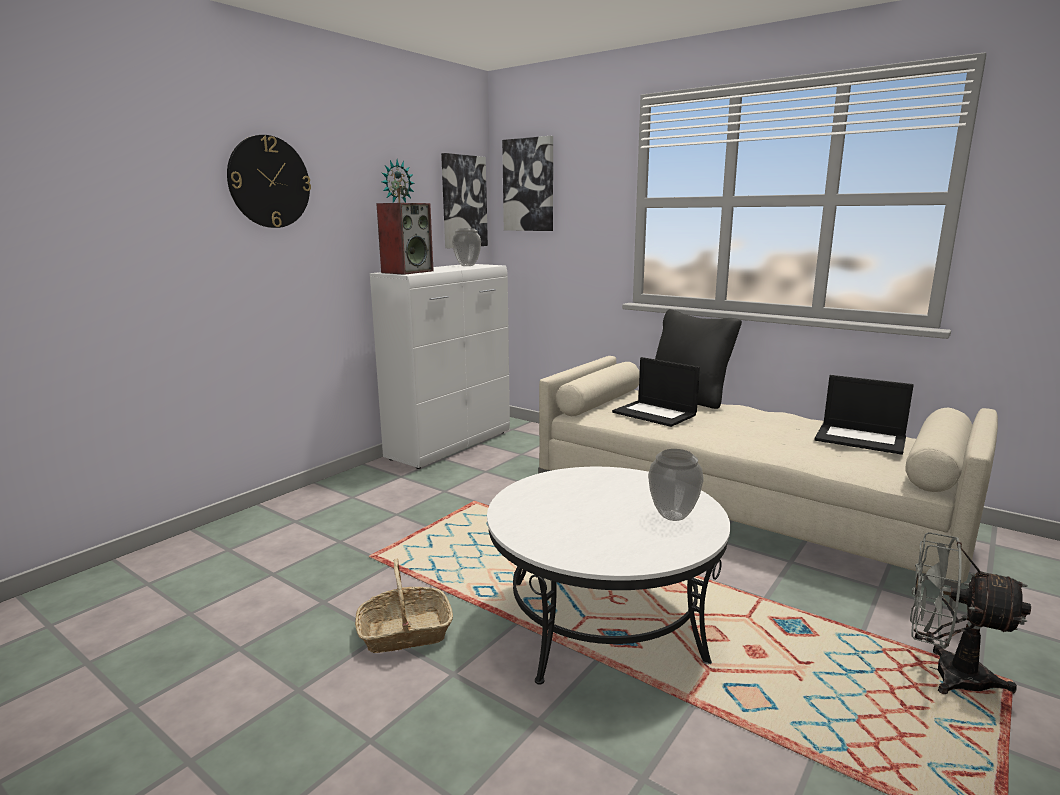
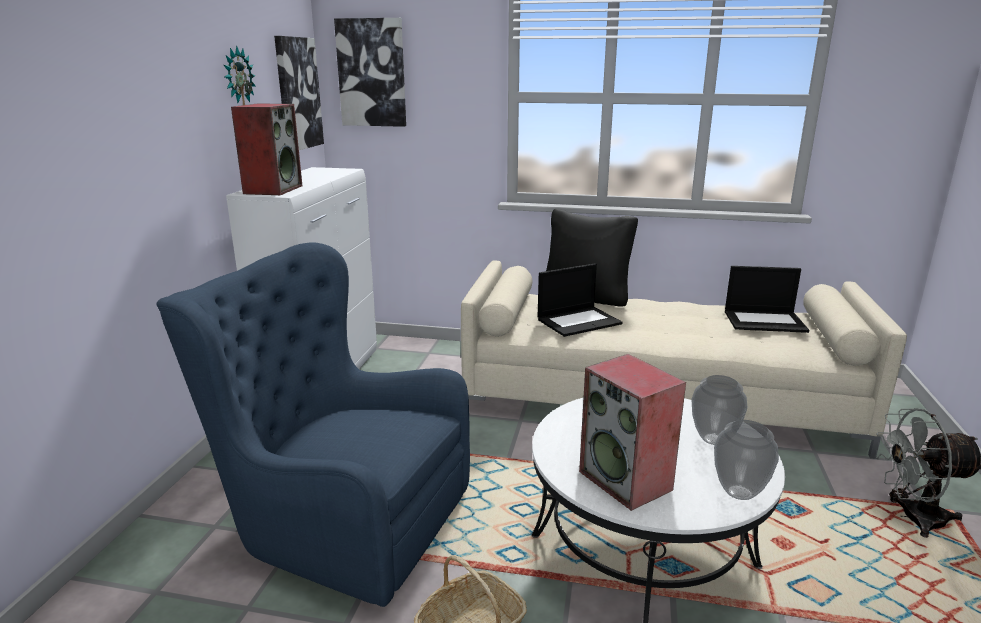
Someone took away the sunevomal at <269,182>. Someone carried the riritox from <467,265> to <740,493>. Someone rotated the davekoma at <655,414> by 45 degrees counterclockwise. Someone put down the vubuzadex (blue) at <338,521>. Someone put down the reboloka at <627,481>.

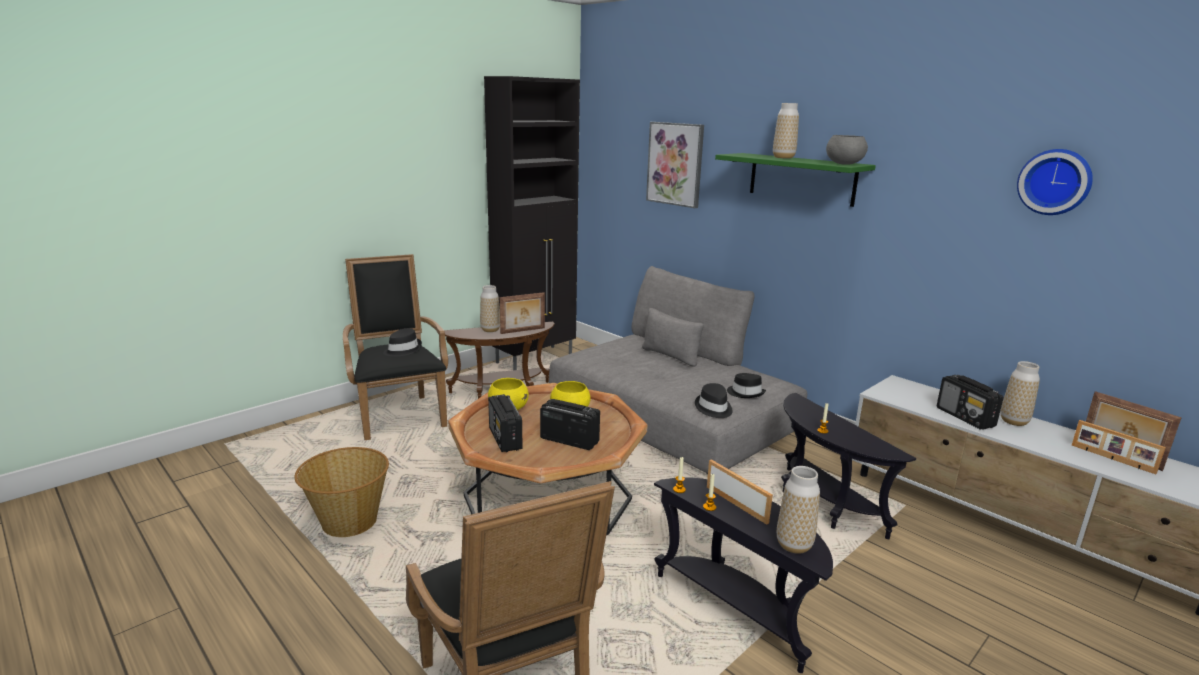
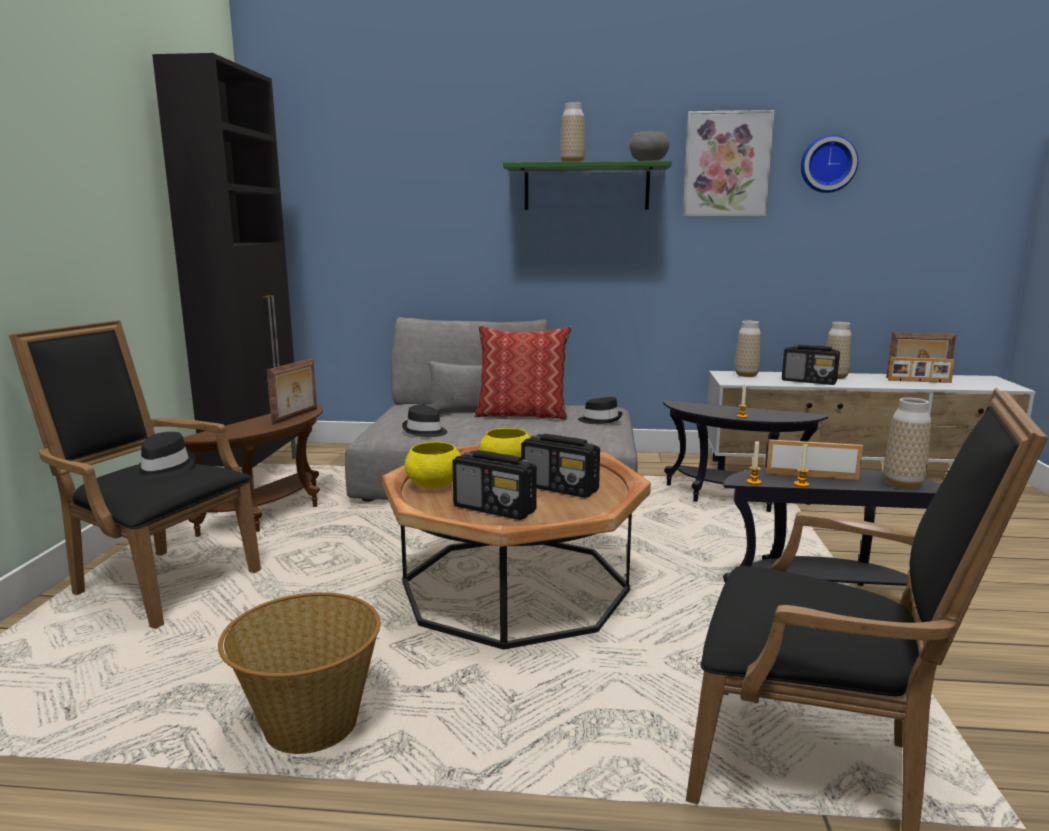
Someone carried the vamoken from <675,164> to <726,164>. Someone carried the riritox from <490,330> to <746,375>. Someone carried the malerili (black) from <713,408> to <425,431>. Someone rotated the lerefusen at <569,440> by 135 degrees counterclockwise. Someone put down the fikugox at <522,415>.

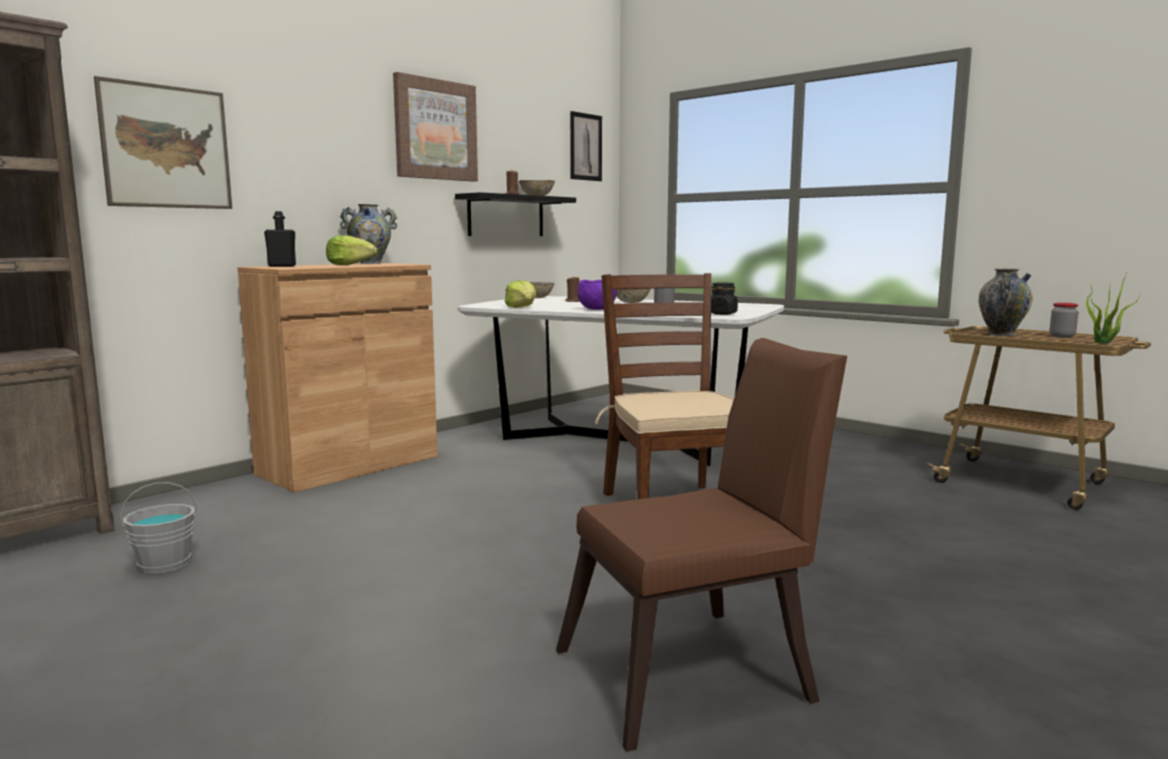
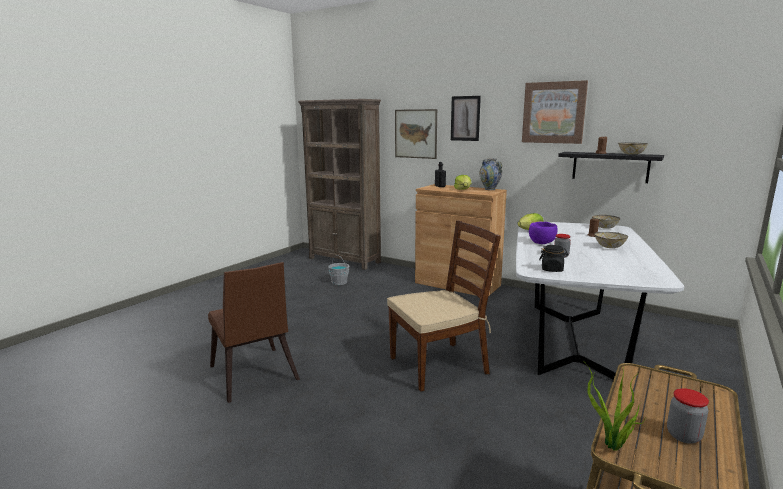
Someone carried the vamoken from <585,147> to <465,118>. Someone took away the riritox at <1001,334>.

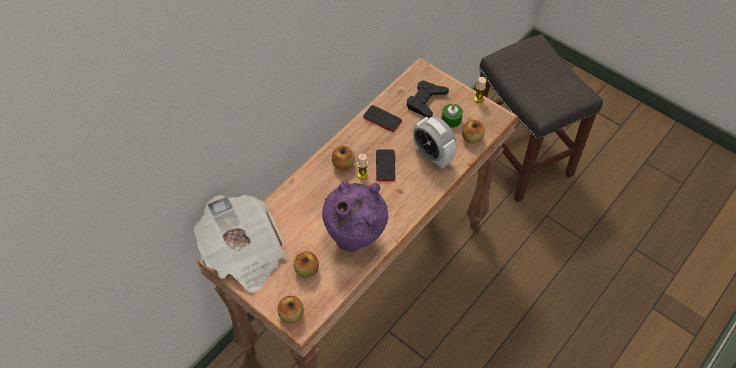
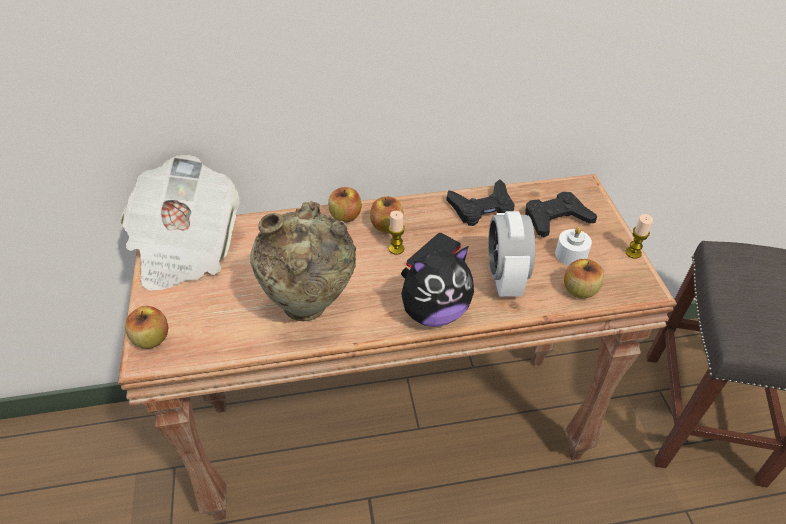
Someone repainted the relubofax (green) at <451,119>, which became the relubofax (white) at <571,255>. Someone swapped the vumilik at <382,119> for the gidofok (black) at <482,208>. Someone repainted the riritox (purple) at <355,240>, which became the riritox (beige) at <310,309>. Someone carried the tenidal from <307,270> to <345,216>. Someone put down the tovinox at <434,312>.

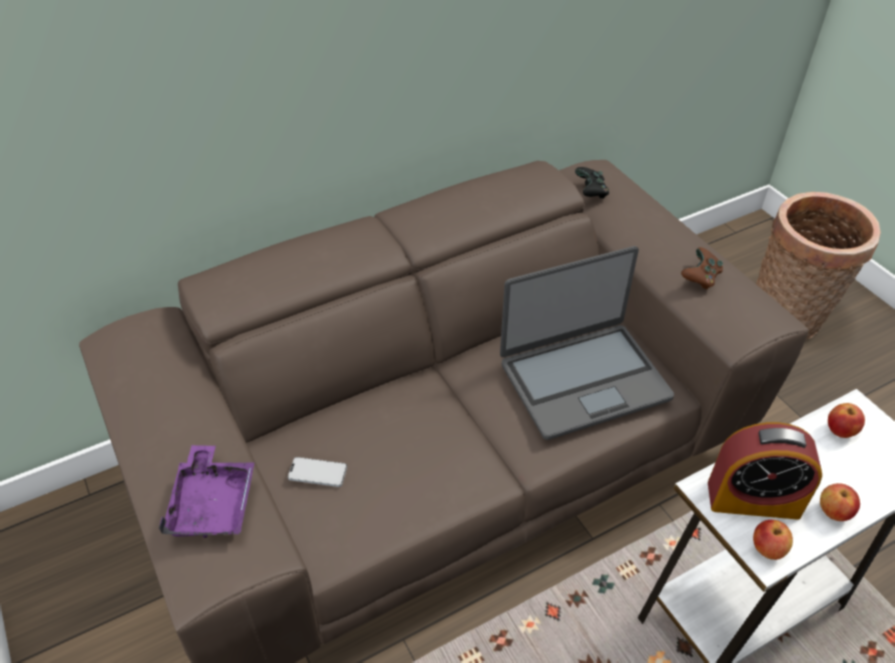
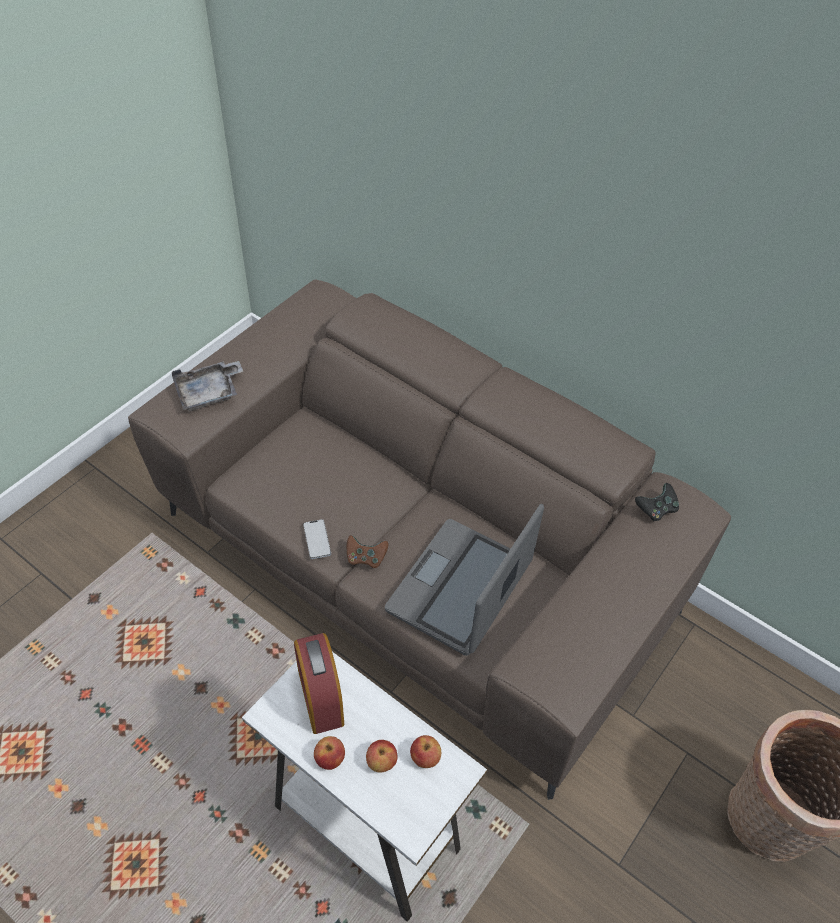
Someone rotated the davekoma at <583,379> by 75 degrees clockwise. Someone carried the gidofok (brown) from <700,278> to <365,558>. Someone repainted the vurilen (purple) at <213,503>, which became the vurilen (grey) at <209,393>. Someone carried the vumilik from <317,472> to <317,539>. Someone carried the tenidal from <767,549> to <381,762>.

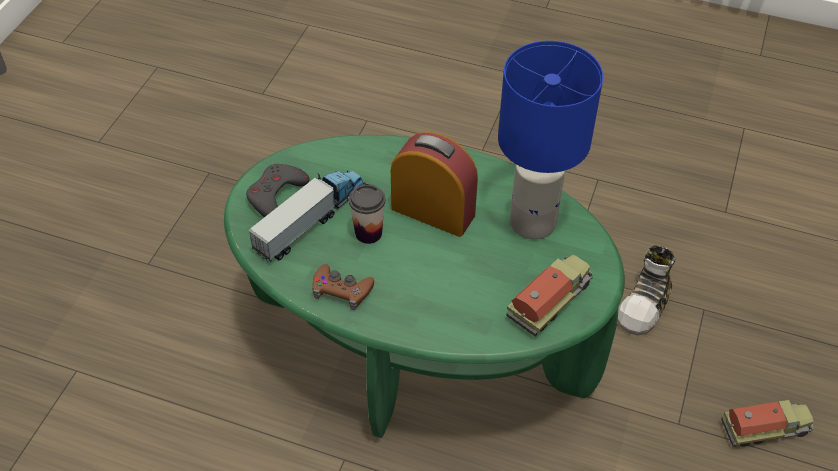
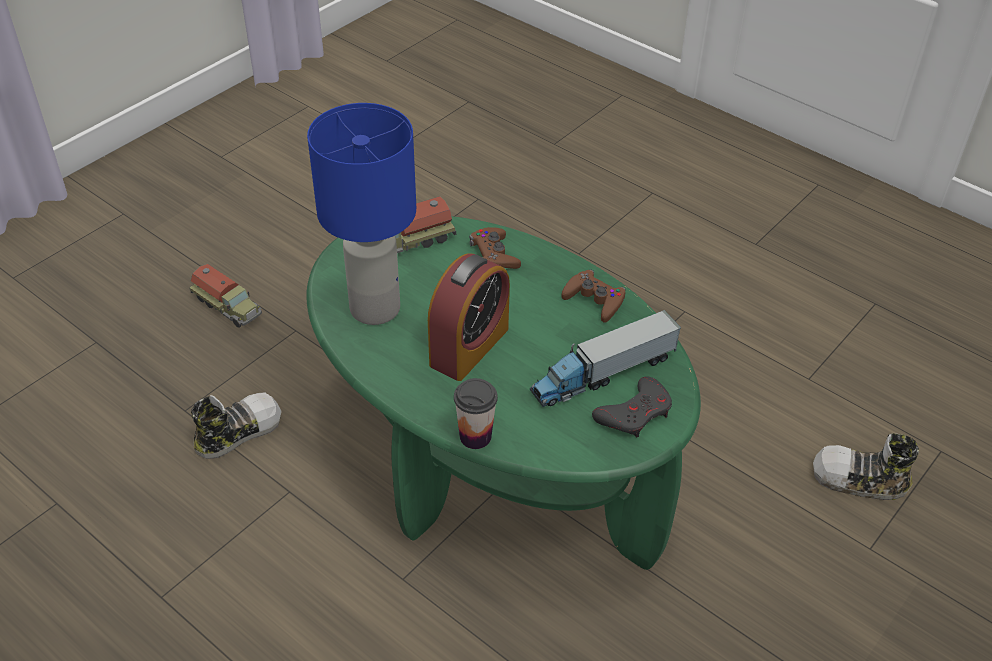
Someone rotated the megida at <433,211> by 105 degrees counterclockwise. Someone carried the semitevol from <368,233> to <475,436>. Someone rotated the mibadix at <765,429> by 150 degrees counterclockwise. Someone put down the gidofok (brown) at <494,255>. Someone put down the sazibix at <859,480>.

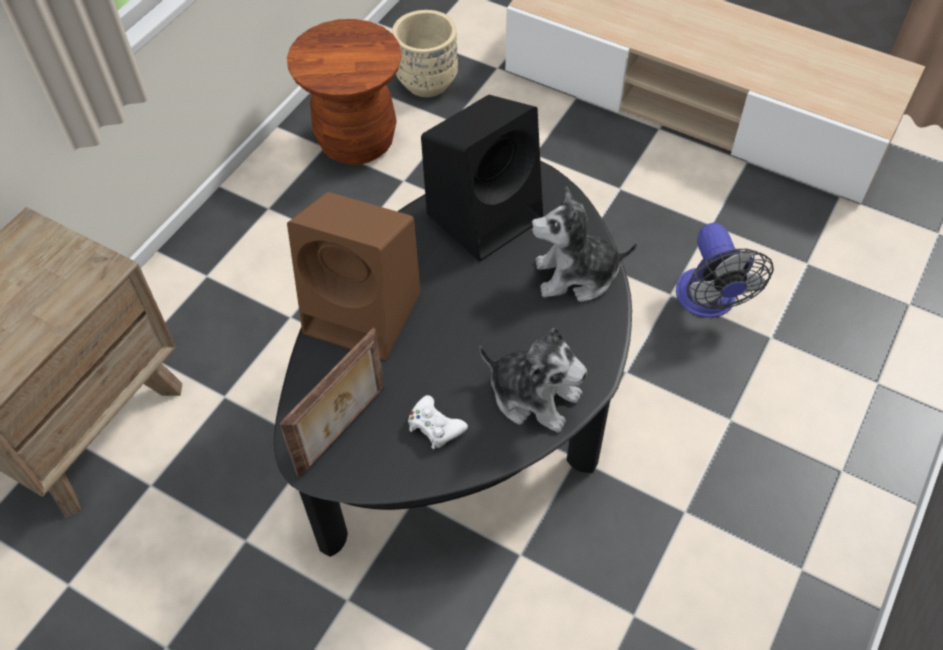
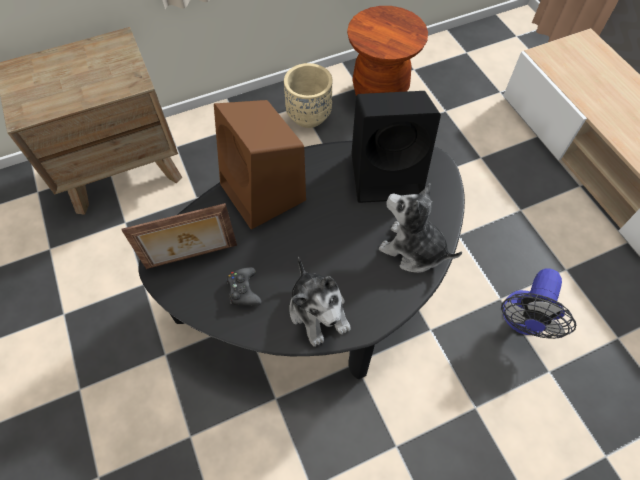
Someone carried the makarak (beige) from <427,82> to <309,116>. Someone repainted the gidofok (white) at <435,427>, which became the gidofok (black) at <243,290>.

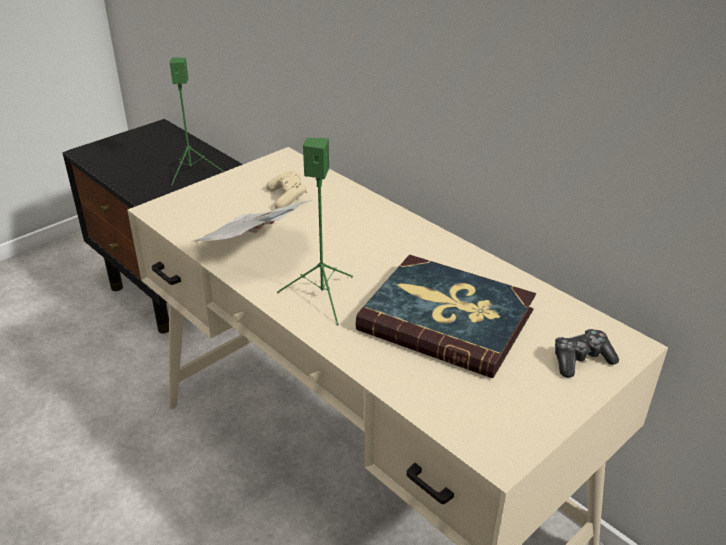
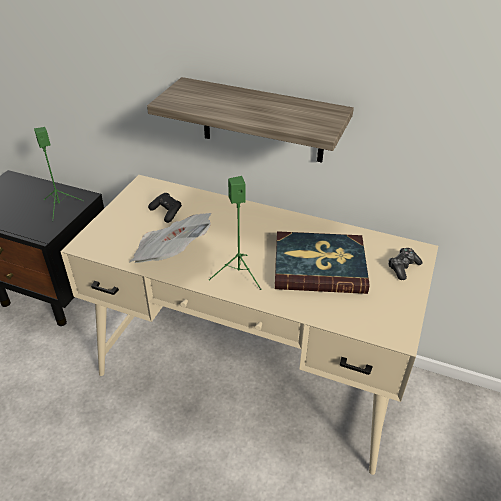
Someone repainted the gidofok (beige) at <287,198>, which became the gidofok (black) at <166,212>. Someone put up the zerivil at <262,121>.

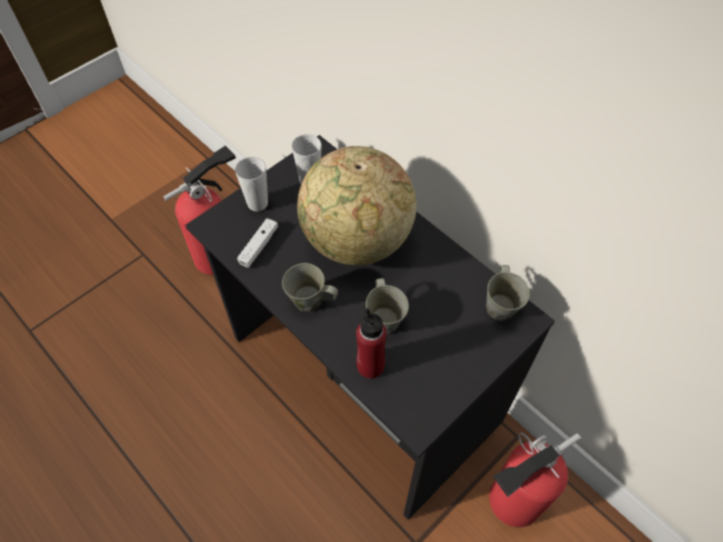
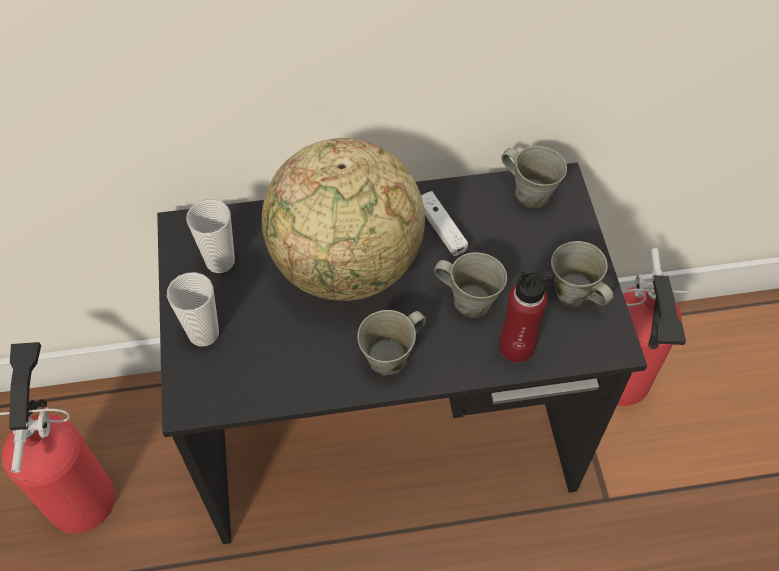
Someone carried the gidofok (white) from <259,246> to <441,228>. Someone put down the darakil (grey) at <575,294>.

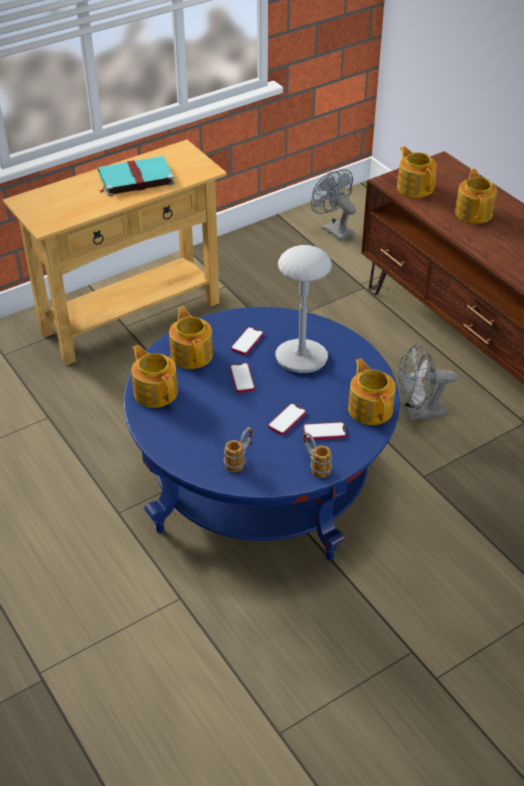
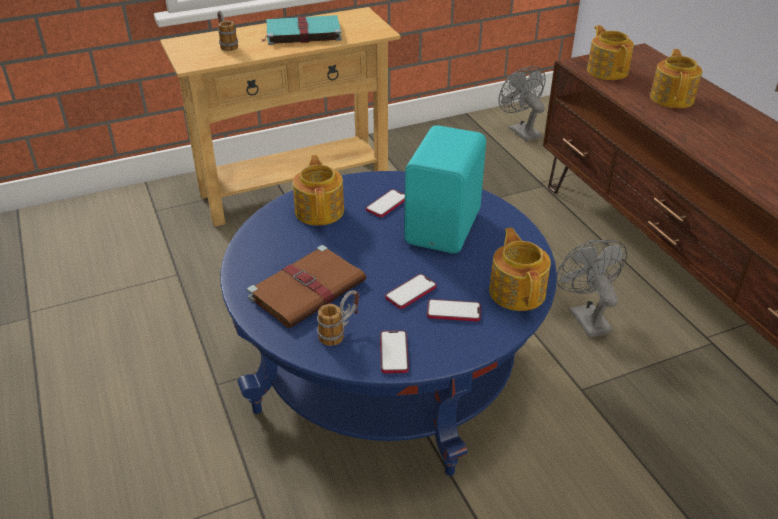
Someone swapped the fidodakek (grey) at <301,358> for the reboloka (turquoise) at <445,227>. Someone rotated the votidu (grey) at <419,412> by 75 degrees clockwise. Someone took away the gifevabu at <155,391>. Someone carried the vumilik from <242,378> to <394,353>. Someone carried the darakil from <315,465> to <227,44>. Someone put down the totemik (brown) at <309,288>.

